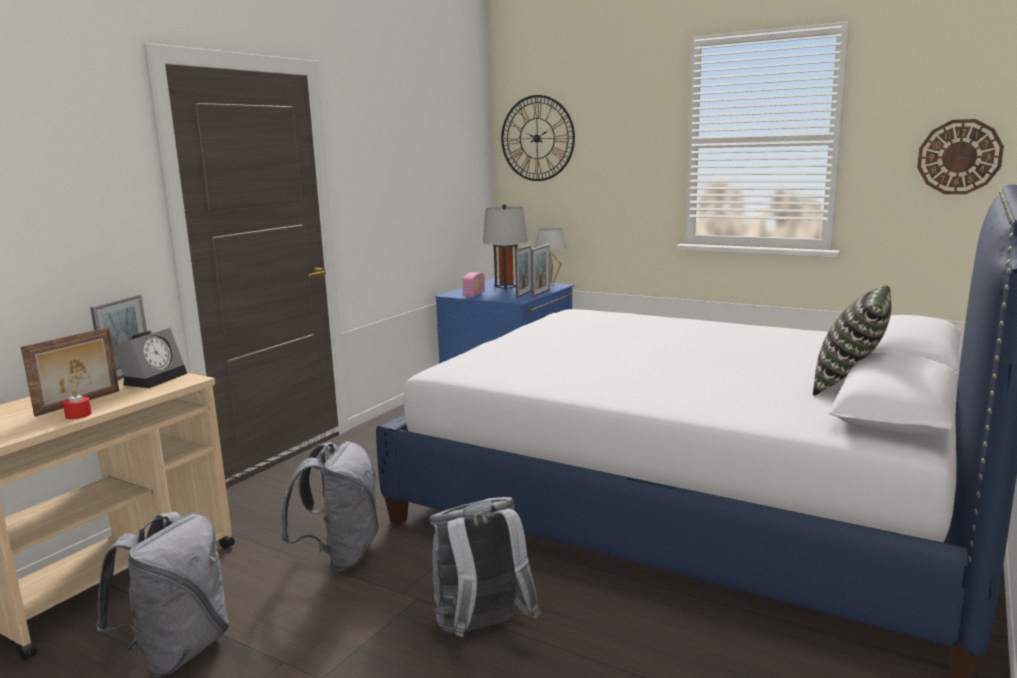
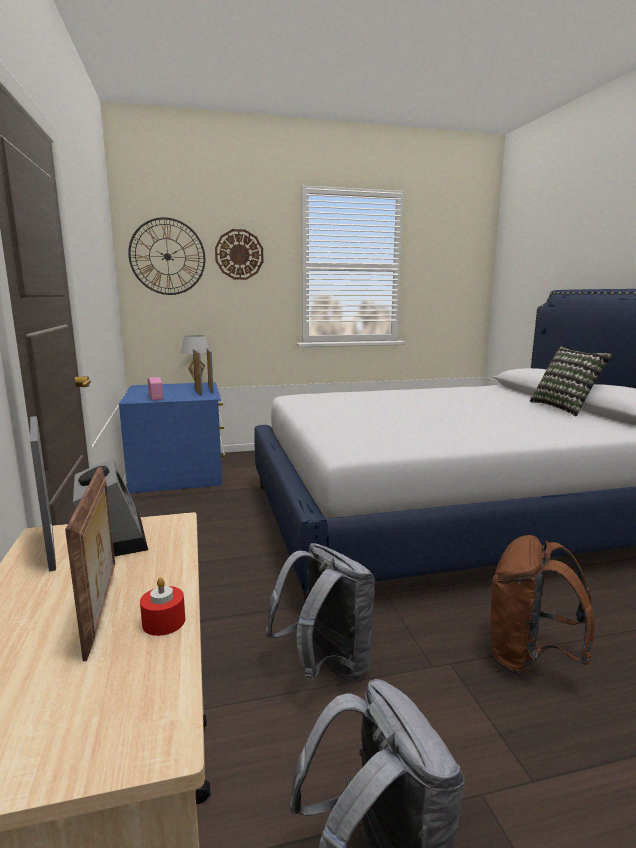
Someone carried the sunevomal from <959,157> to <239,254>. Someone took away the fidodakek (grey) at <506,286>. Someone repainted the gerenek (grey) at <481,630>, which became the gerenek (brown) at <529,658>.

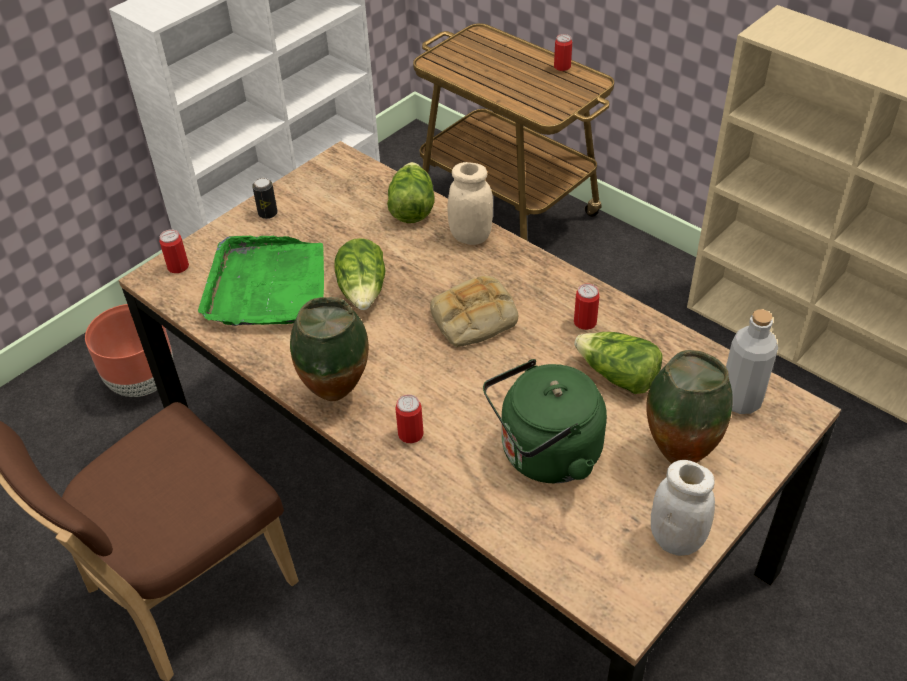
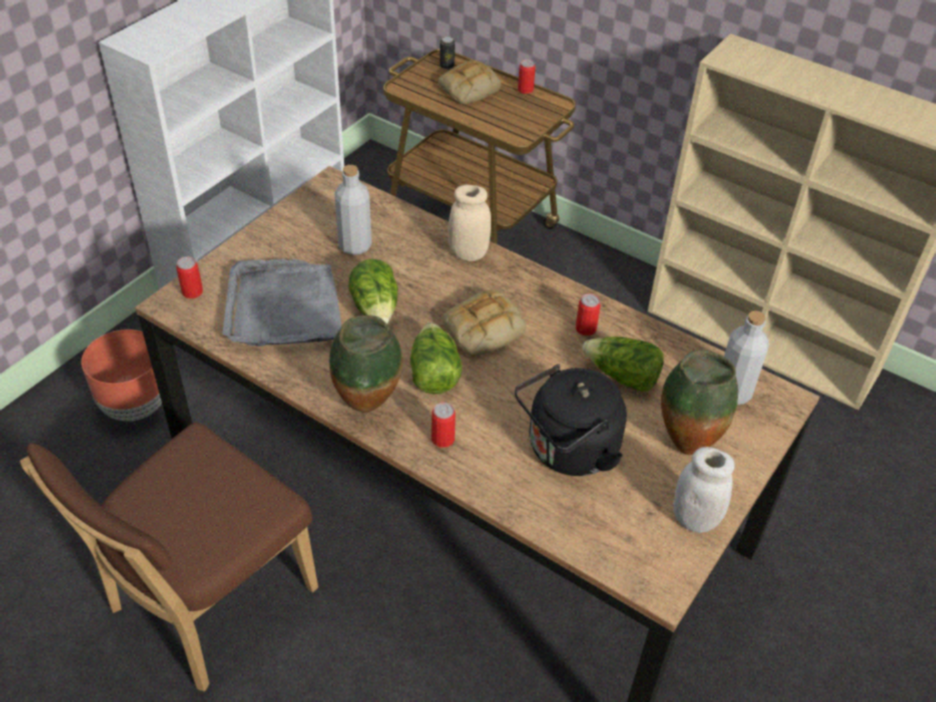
Someone carried the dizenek from <411,207> to <433,373>. Someone carried the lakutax from <268,213> to <447,66>. Someone repainted the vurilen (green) at <267,287>, which became the vurilen (grey) at <283,308>. Someone repainted the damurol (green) at <545,455>, which became the damurol (black) at <568,451>. Someone put down the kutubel at <469,89>. Someone put down the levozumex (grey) at <355,246>.

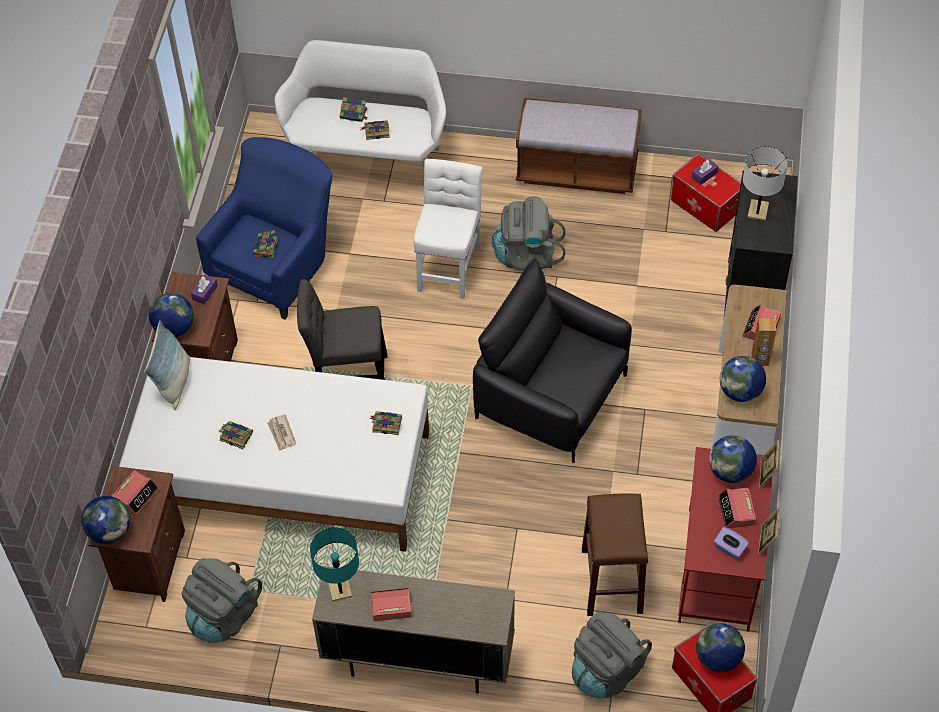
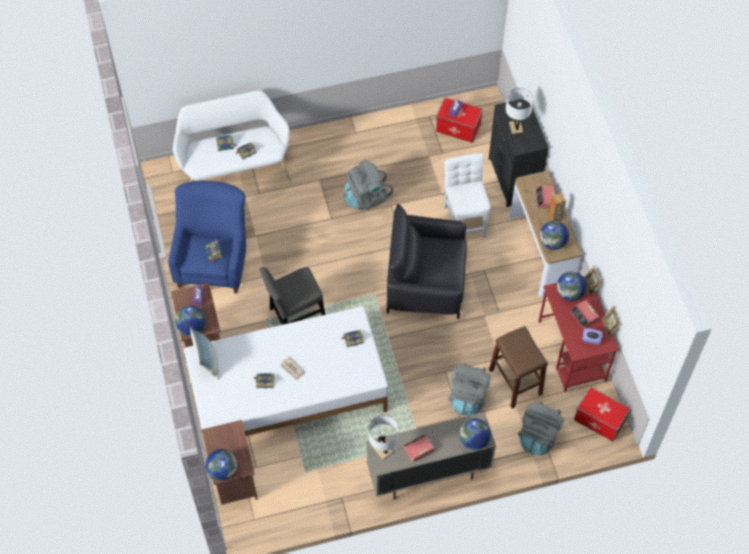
Someone took away the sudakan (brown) at <577,170>. Someone carried the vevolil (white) from <449,265> to <464,219>. Someone took away the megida at <136,495>. Someone repainted the fidodakek (turquoise) at <339,588>, which became the fidodakek (white) at <382,450>. Someone carried the gerenek (grey) from <223,615> to <468,397>. Someone carried the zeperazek from <718,658> to <474,440>.

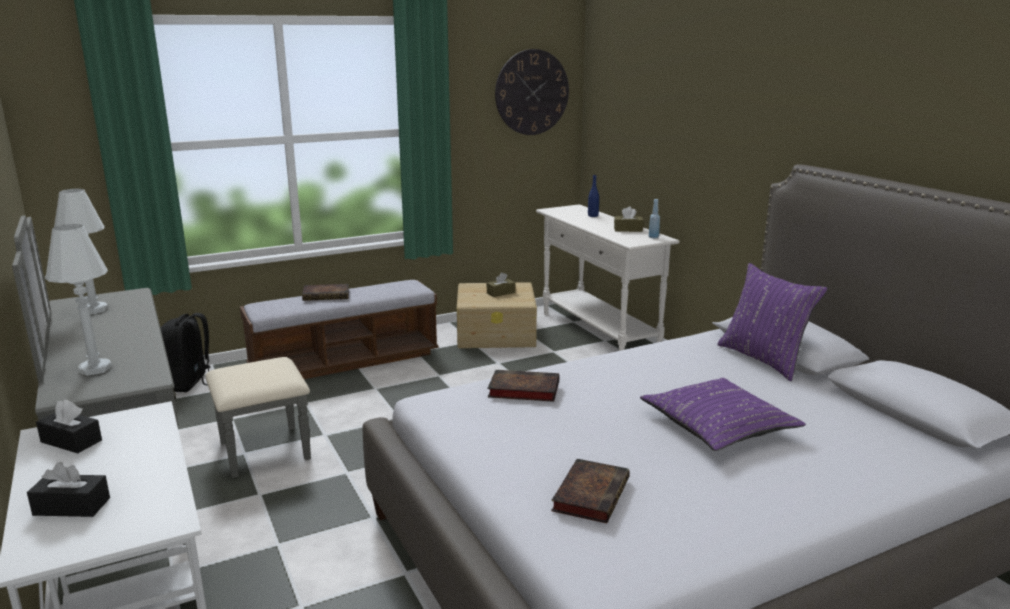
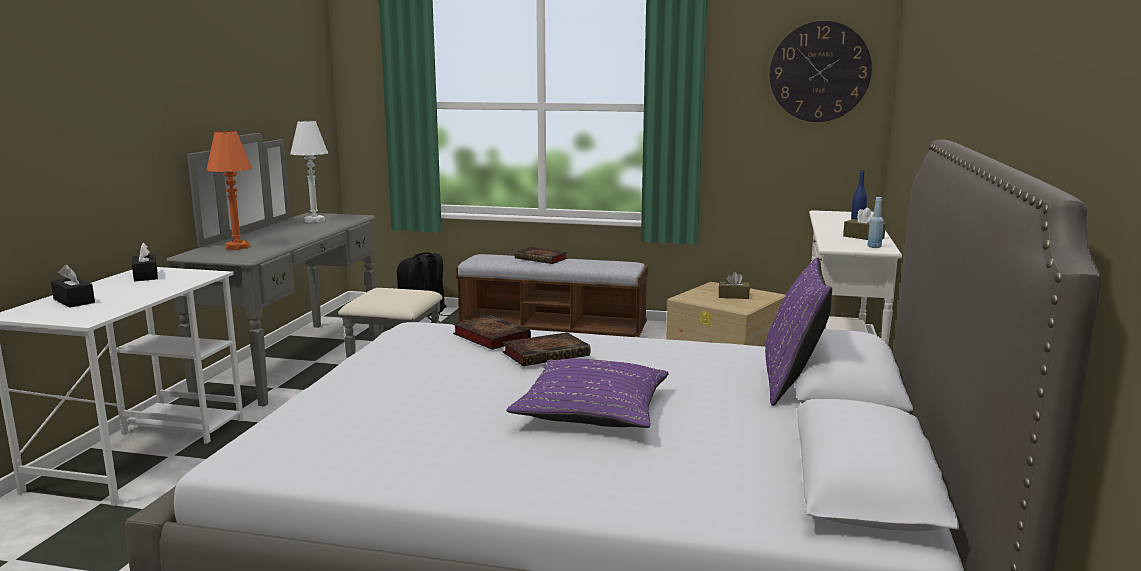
Someone repainted the fidodakek (white) at <95,369>, which became the fidodakek (orange) at <237,247>. Someone carried the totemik from <590,494> to <547,354>.

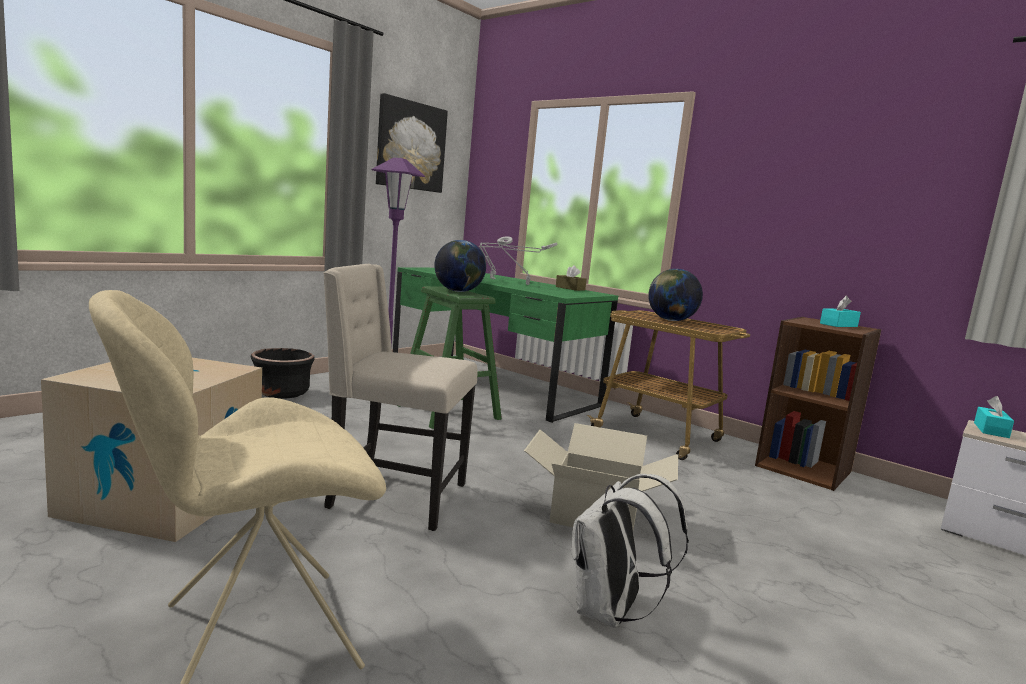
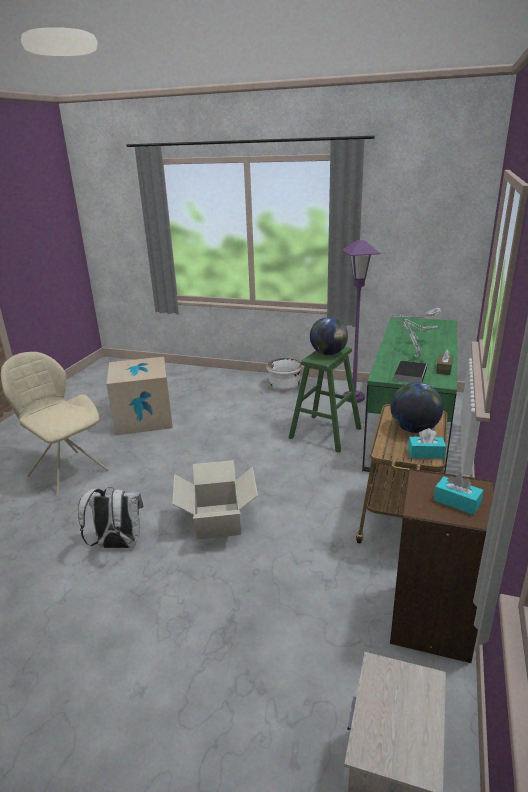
Someone took away the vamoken at <410,146>. Someone took away the vevolil (beige) at <394,497>. Someone repainted the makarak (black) at <282,393>, which became the makarak (white) at <284,386>. Someone carried the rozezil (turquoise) from <991,430> to <426,453>. Someone put down the totemik at <410,374>.

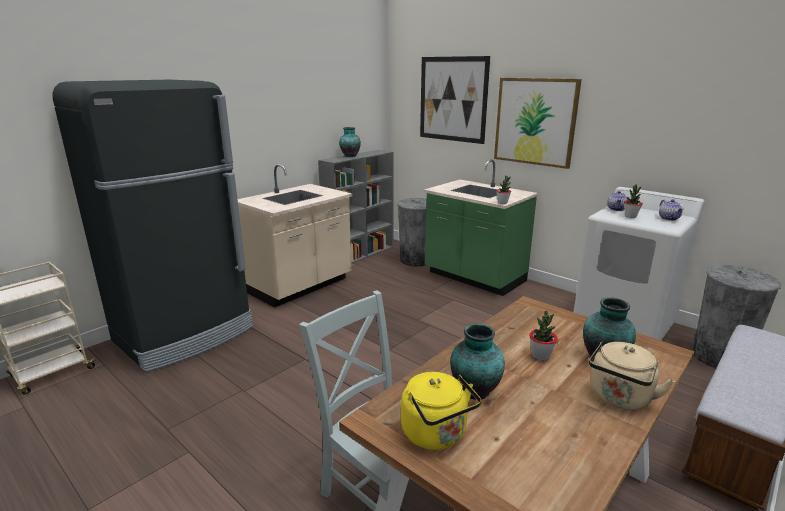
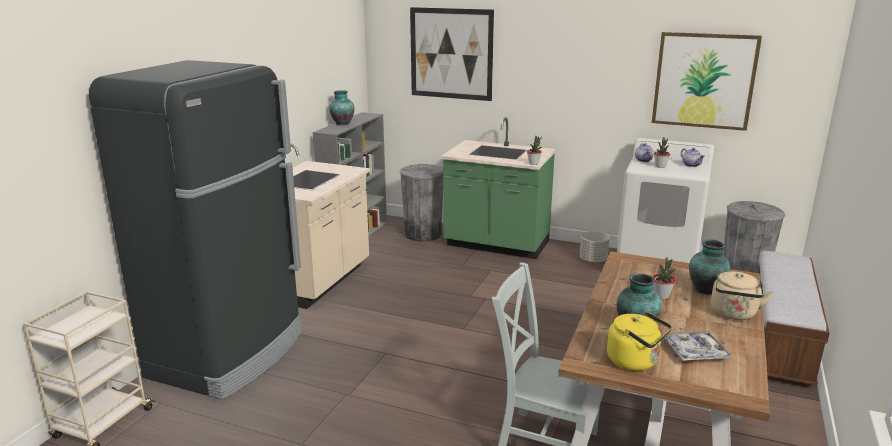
Someone carried the vamoken from <535,122> to <704,80>. Someone put down the makarak (grey) at <593,260>. Someone put down the vurilen at <695,352>.

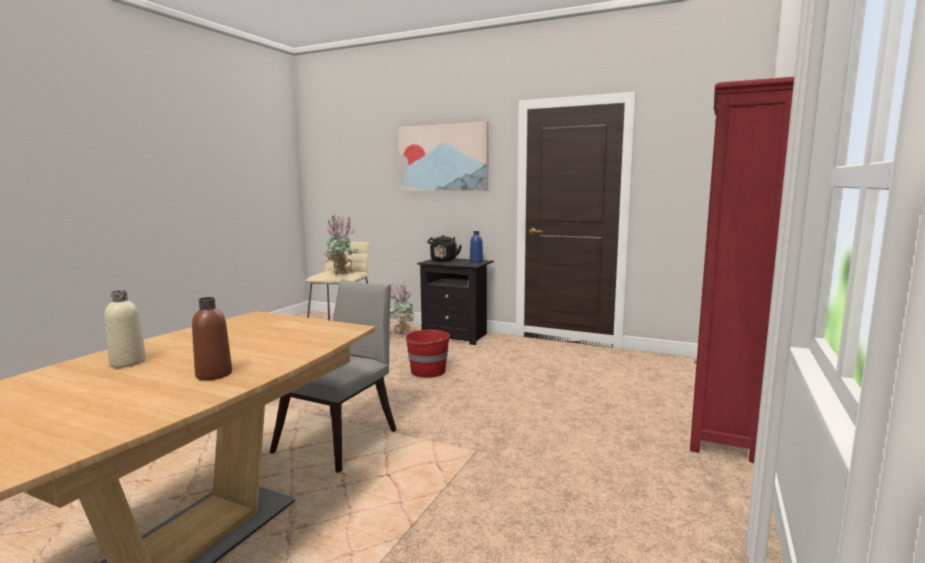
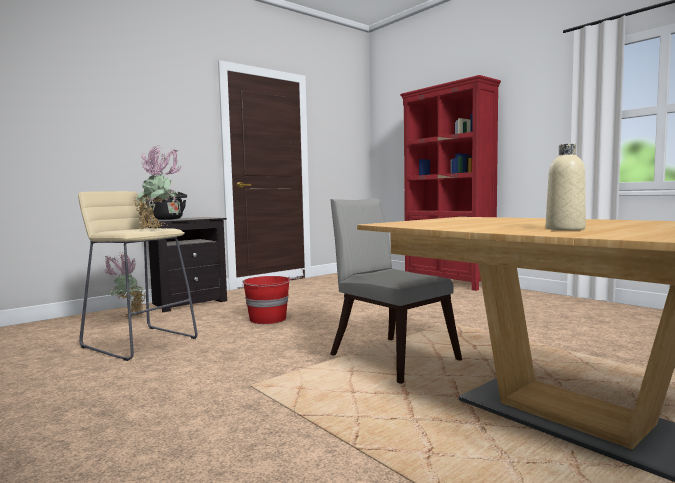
Someone took away the vamoken at <443,158>. Someone took away the levozumex (blue) at <476,262>. Someone took away the levozumex (brown) at <214,374>.

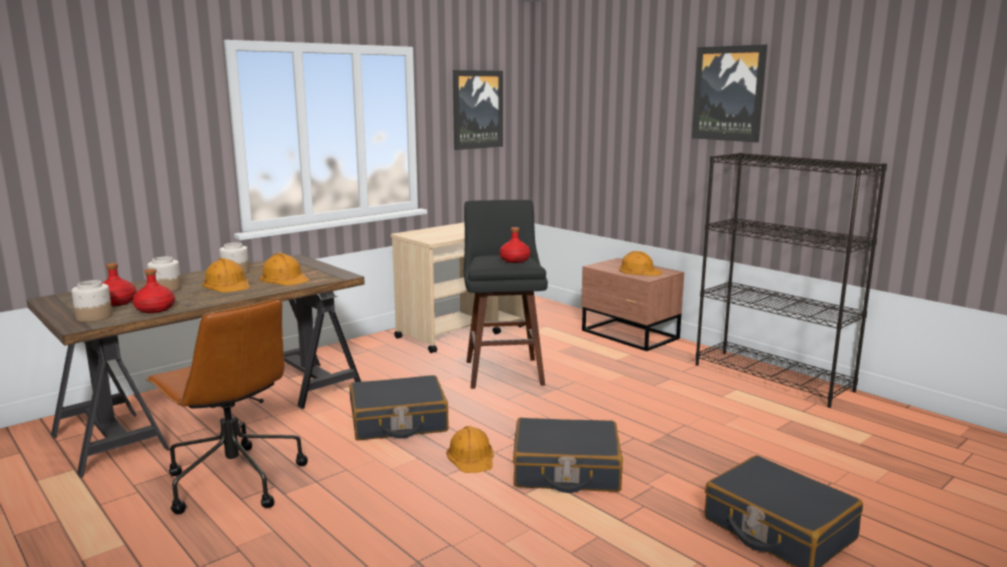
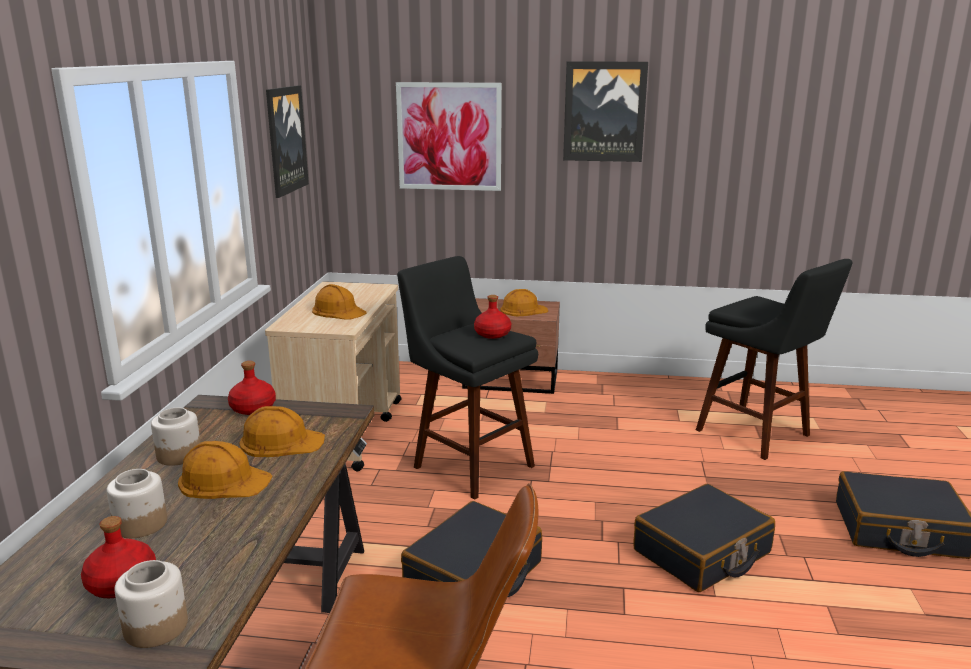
Someone took away the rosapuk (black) at <773,377>. Someone carried the levozumex (red) from <154,309> to <252,408>. Someone carried the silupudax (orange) from <471,456> to <338,311>. Someone put up the vamoken at <449,137>. Someone put down the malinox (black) at <759,435>.

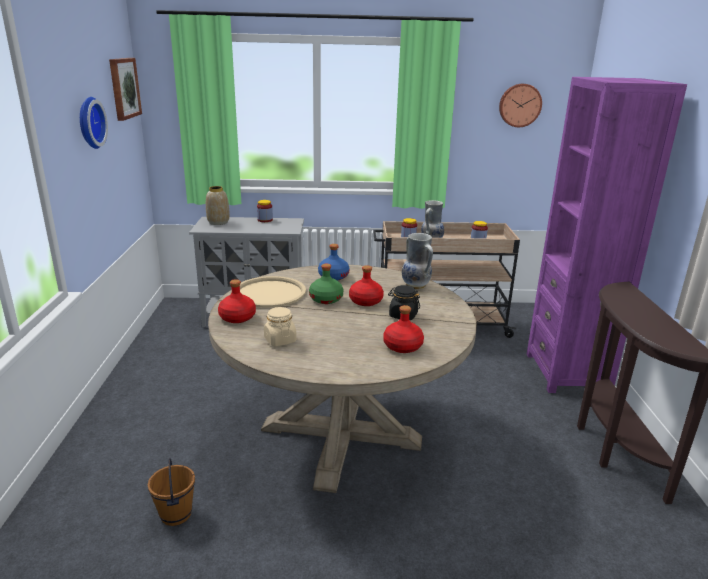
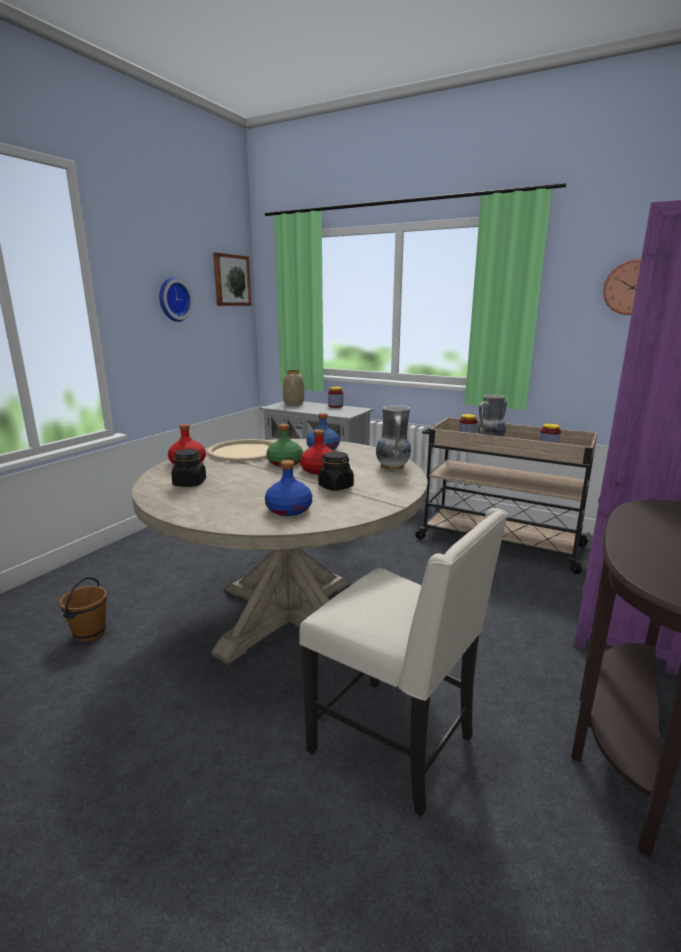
Someone repainted the levozumex (red) at <403,346>, which became the levozumex (blue) at <289,510>. Someone repainted the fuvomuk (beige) at <280,340>, which became the fuvomuk (black) at <189,483>. Someone put down the vevolil (beige) at <396,744>.

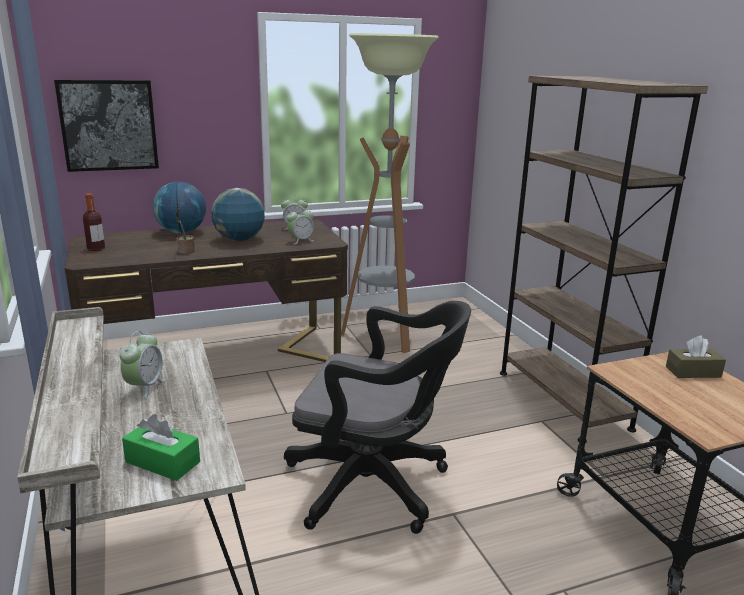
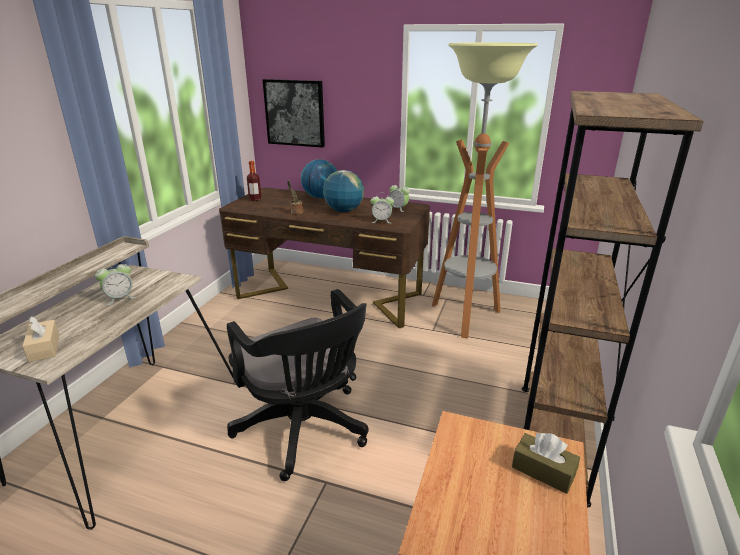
Someone repainted the rozezil (green) at <162,462>, which became the rozezil (beige) at <44,348>.

